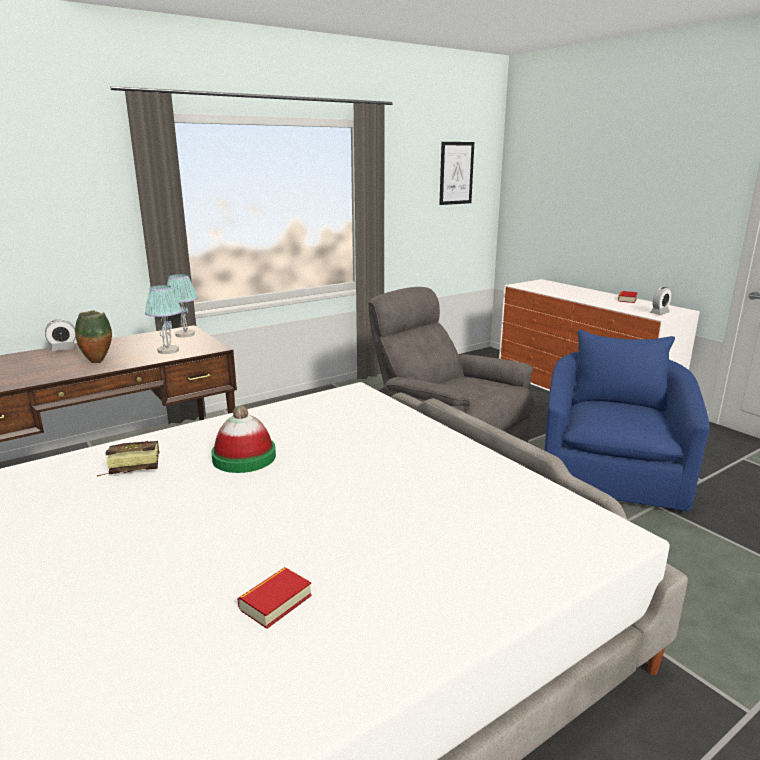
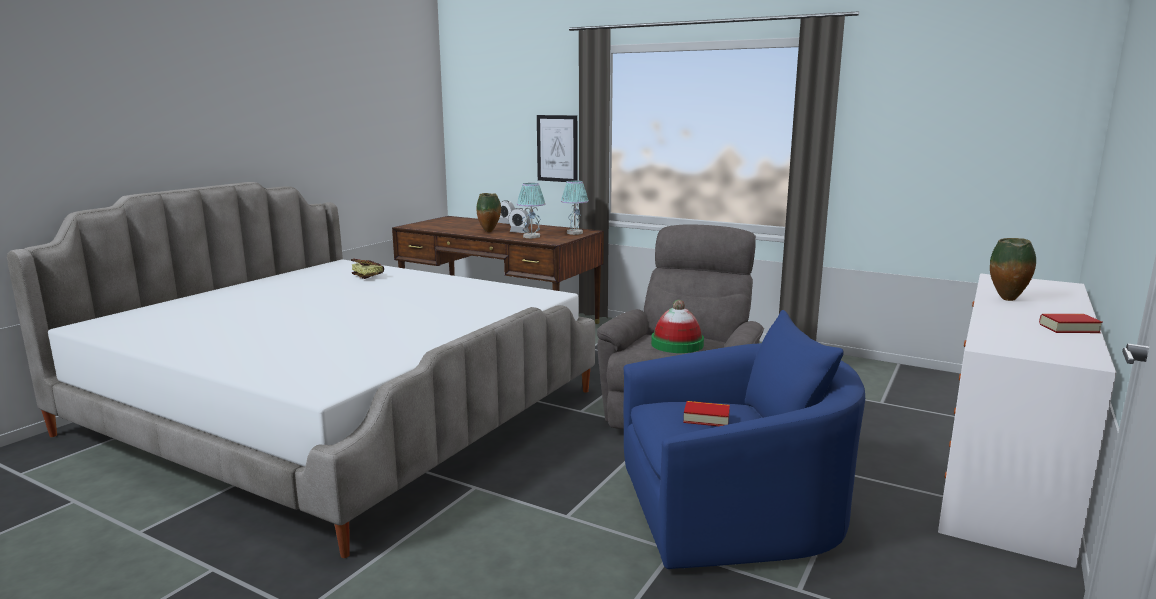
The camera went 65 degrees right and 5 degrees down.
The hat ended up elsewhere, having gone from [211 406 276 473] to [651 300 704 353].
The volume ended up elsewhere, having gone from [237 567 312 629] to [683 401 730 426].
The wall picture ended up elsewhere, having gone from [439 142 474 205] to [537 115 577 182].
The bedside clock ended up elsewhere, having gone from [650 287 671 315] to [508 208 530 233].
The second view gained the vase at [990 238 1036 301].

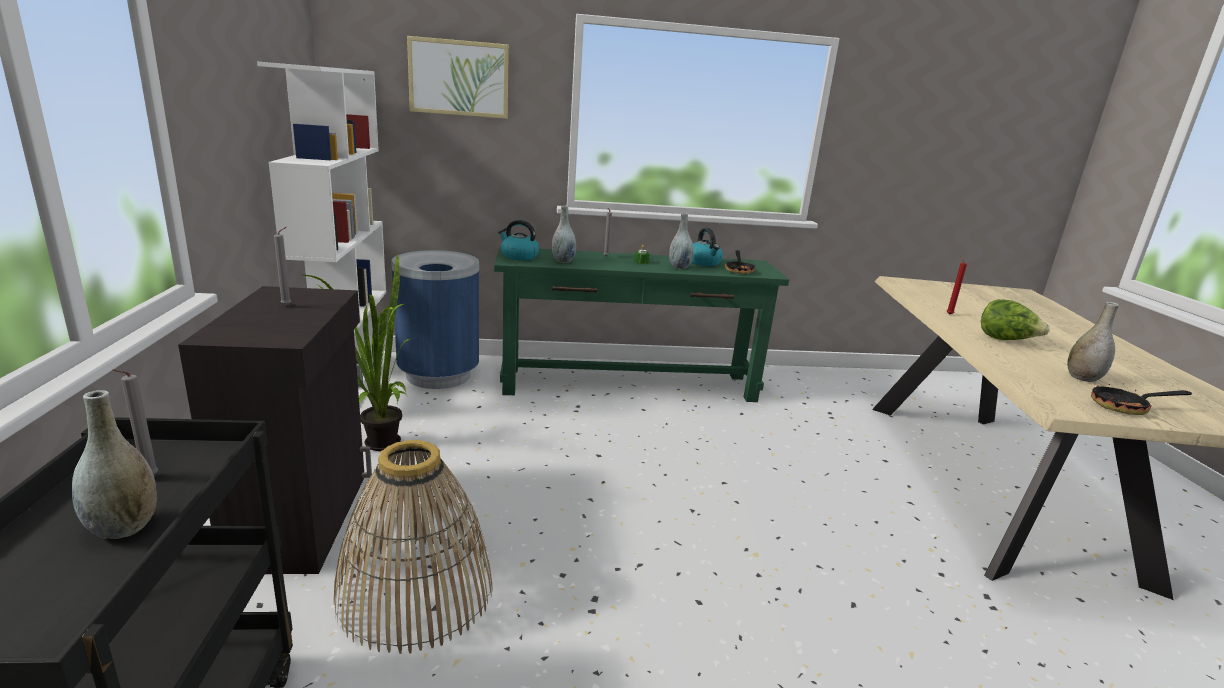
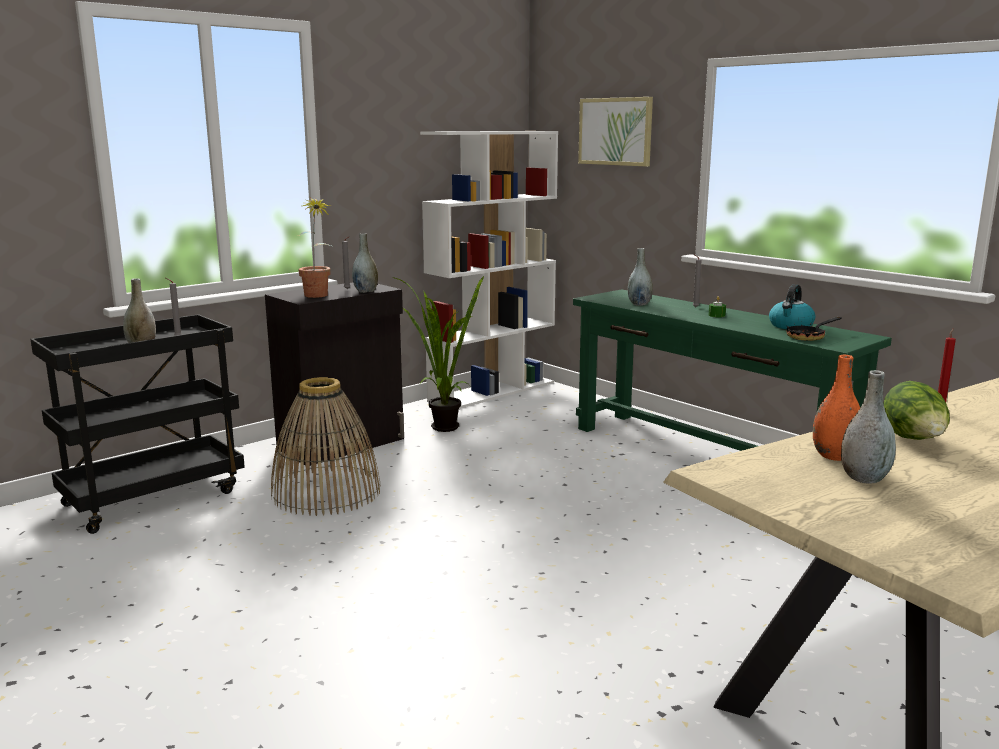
The camera went 55 degrees right and 5 degrees down.
The second view lost the trash can (blue) at [391 250 479 389].
The second view lost the tea kettle at [498 220 540 260].
The vase (gray) ended up elsewhere, having gone from [669 213 694 269] to [352 233 378 293].
The second view lost the frying pan at [1091 377 1192 415].
The second view gained the houseplant at [298 197 331 298].
The second view gained the vase (orangey) at [813 355 860 461].

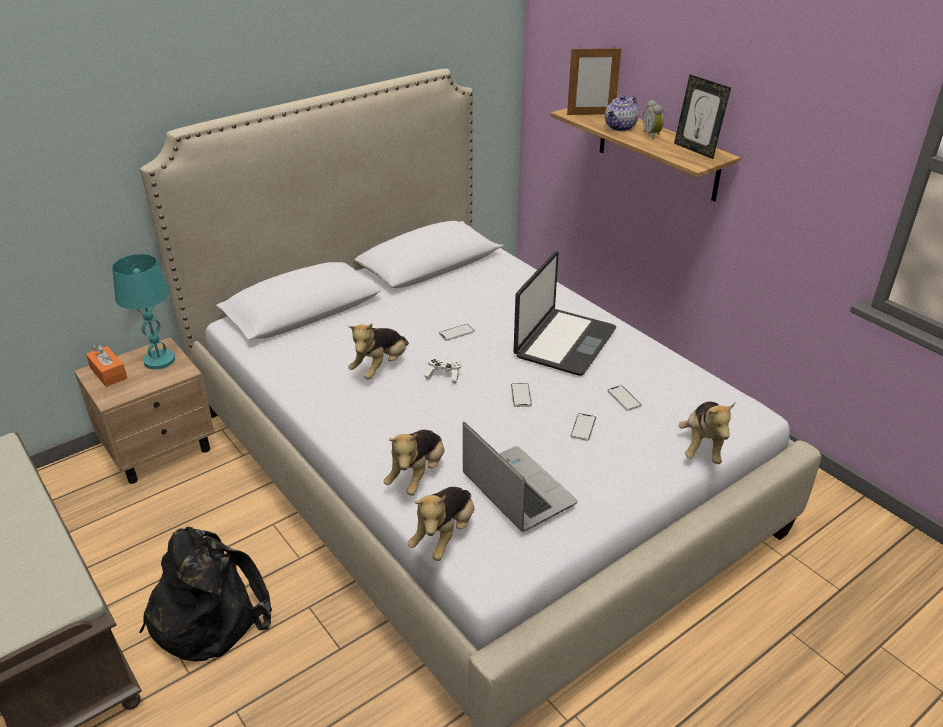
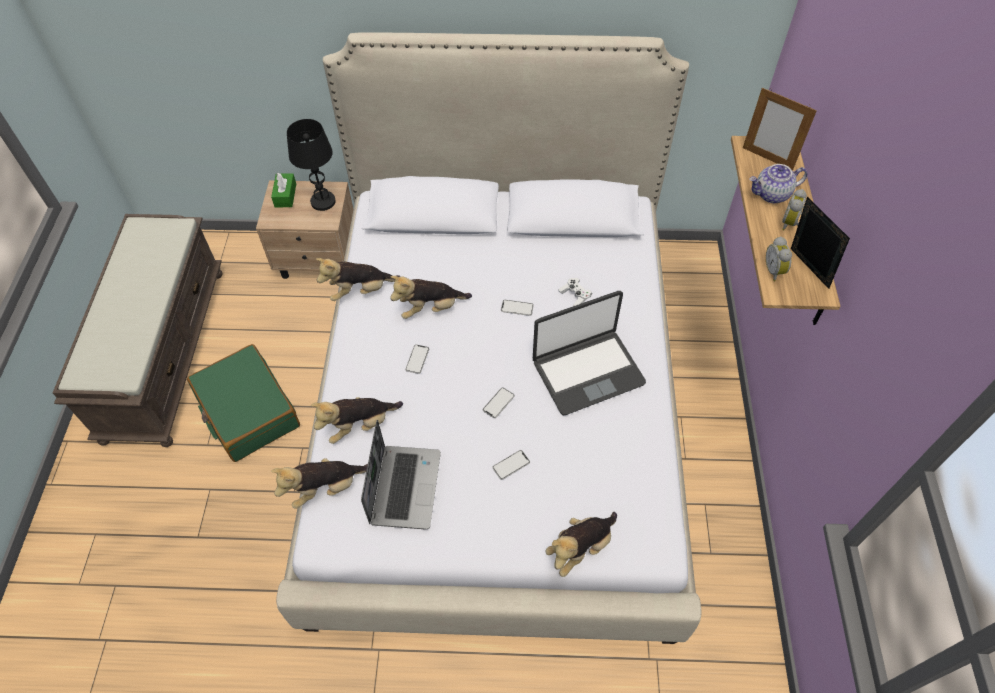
The camera went 40 degrees right and 20 degrees up.
What was the tissue holder (orangey) at [86 345 127 387] turned into the tissue holder (greenish) at [271 173 296 208].
What was the lamp for a table (turquoise-coloured) at [112 254 175 369] turned into the lamp for a table (blackish) at [287 119 336 211].
Where the backpack (blackish) stood at [139 527 272 662], the suitcase (greenish) came to stand at [187 344 300 462].
The gamepad (white) ended up elsewhere, having gone from [425 357 461 384] to [559 277 592 306].
The telephone ended up elsewhere, having gone from [607 385 642 411] to [405 345 429 374].
The standing frame at [674 75 731 159] ended up facing another way, 150 degrees clockwise from before.
The second view gained the plush toy at [316 258 401 301].
The second view gained the bedside clock at [766 236 792 281].

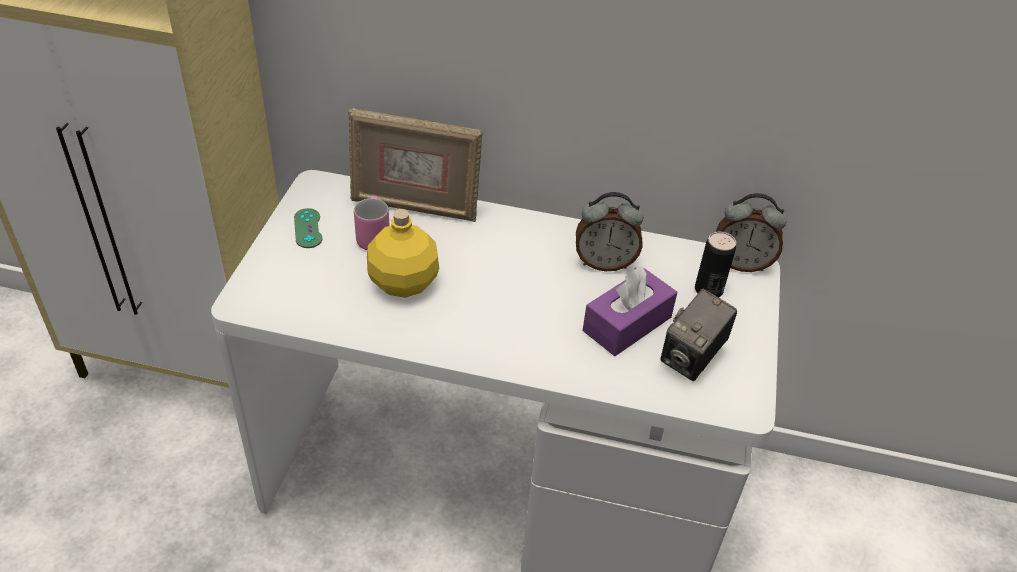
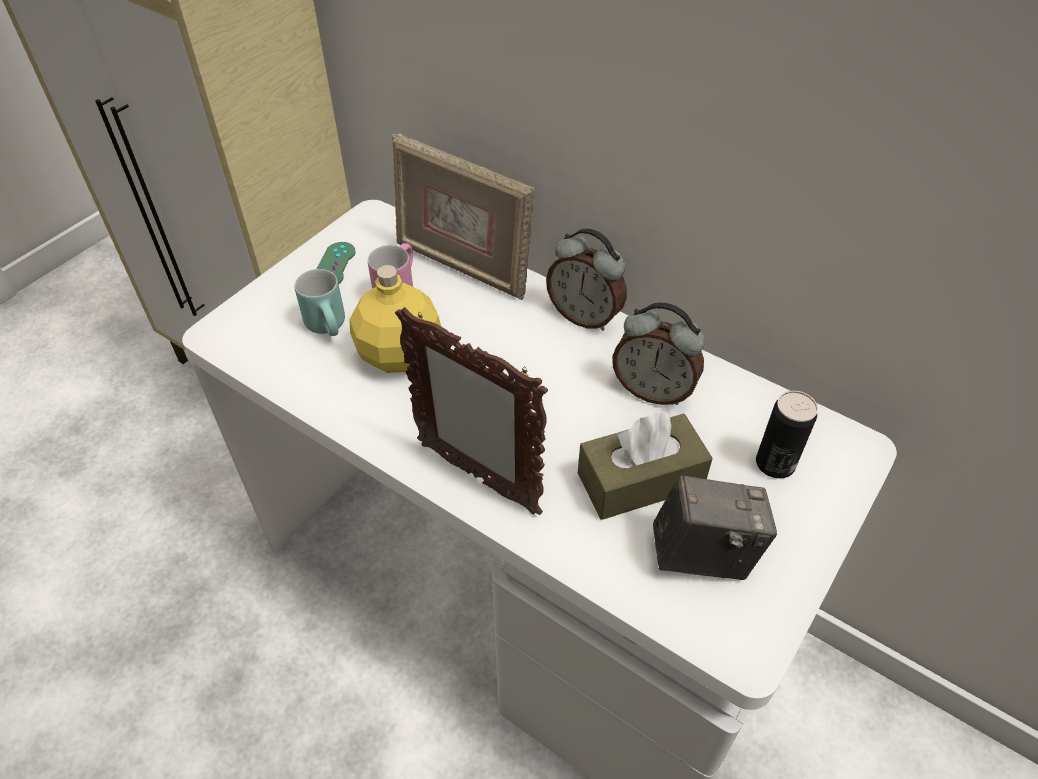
The camera went 25 degrees right and 5 degrees up.
What was the tissue holder (purplish) at [583 267 677 356] turned into the tissue holder (brown) at [578 412 713 520].
The still camera at [660 289 737 381] ended up facing another way, 150 degrees counterclockwise from before.
The bedside clock ended up elsewhere, having gone from [716 193 787 272] to [546 228 627 331].
The second view gained the coffee mug (turquoise-coloured) at [295 269 345 336].
The second view gained the standing frame at [395 307 548 515].

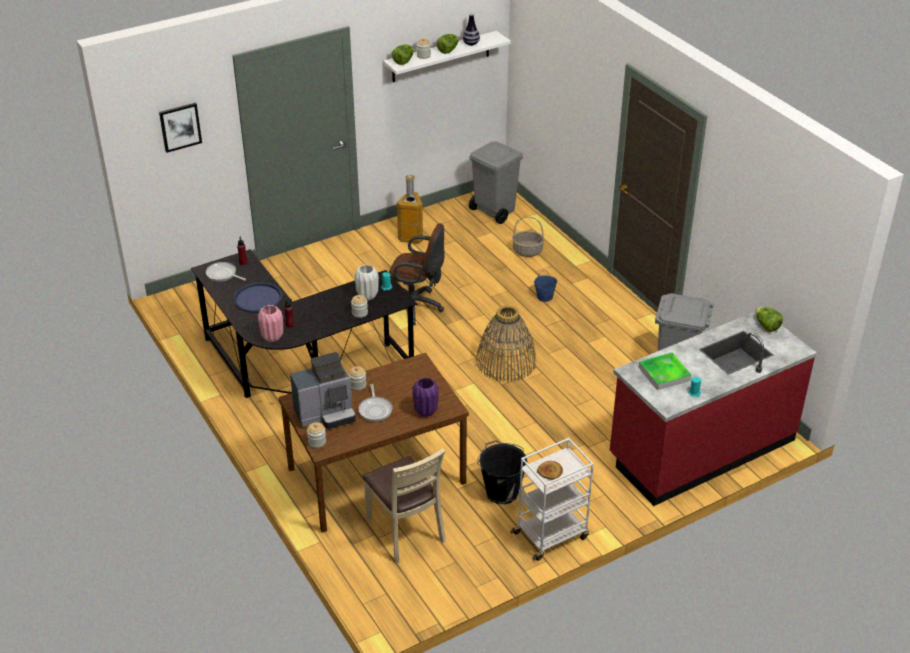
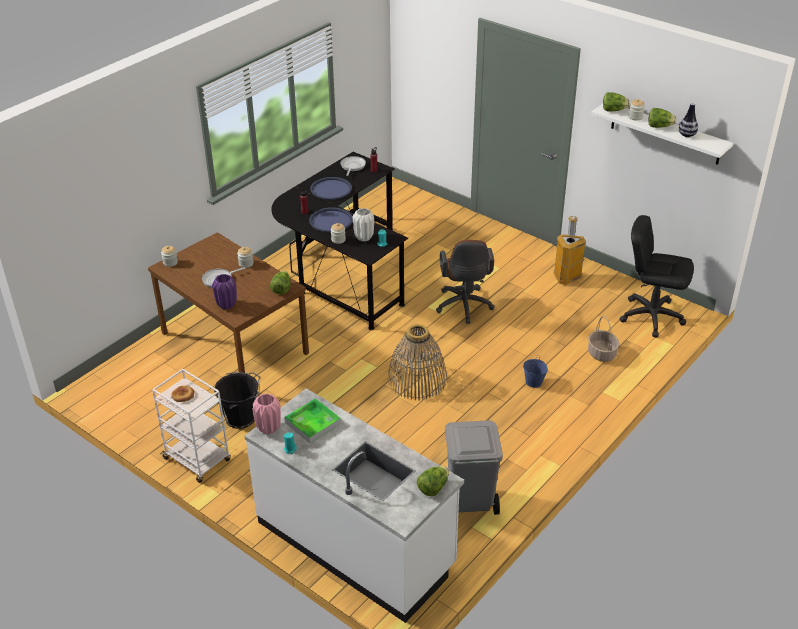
The camera went 70 degrees right and 0 degrees up.
The second view lost the wall picture at [159 103 202 153].
The vase (pinkish) ended up elsewhere, having gone from [258 305 283 342] to [252 393 281 435].
The second view lost the coffee machine at [290 352 356 429].
The second view lost the chair (beige-coloured) at [362 448 446 563].
Where the trash can (gray) stood at [469 141 523 224], the office chair (blackish) came to stand at [619 215 694 337].
What was the counter (red) at [610 312 817 506] turned into the counter (white) at [245 389 464 623].
The second view gained the lettuce head at [270 271 291 295].
The second view gained the tray (blue) at [309 207 353 233].

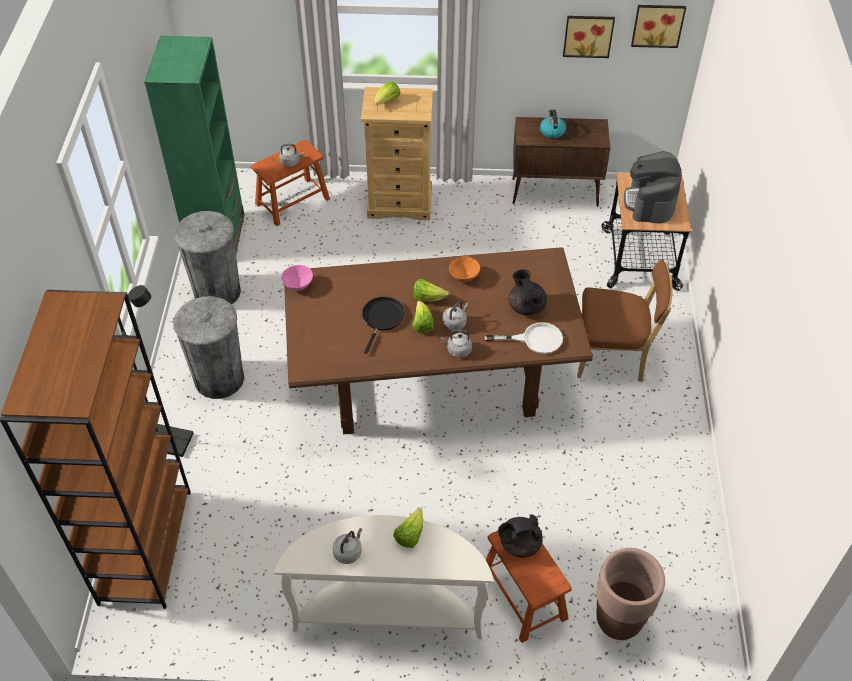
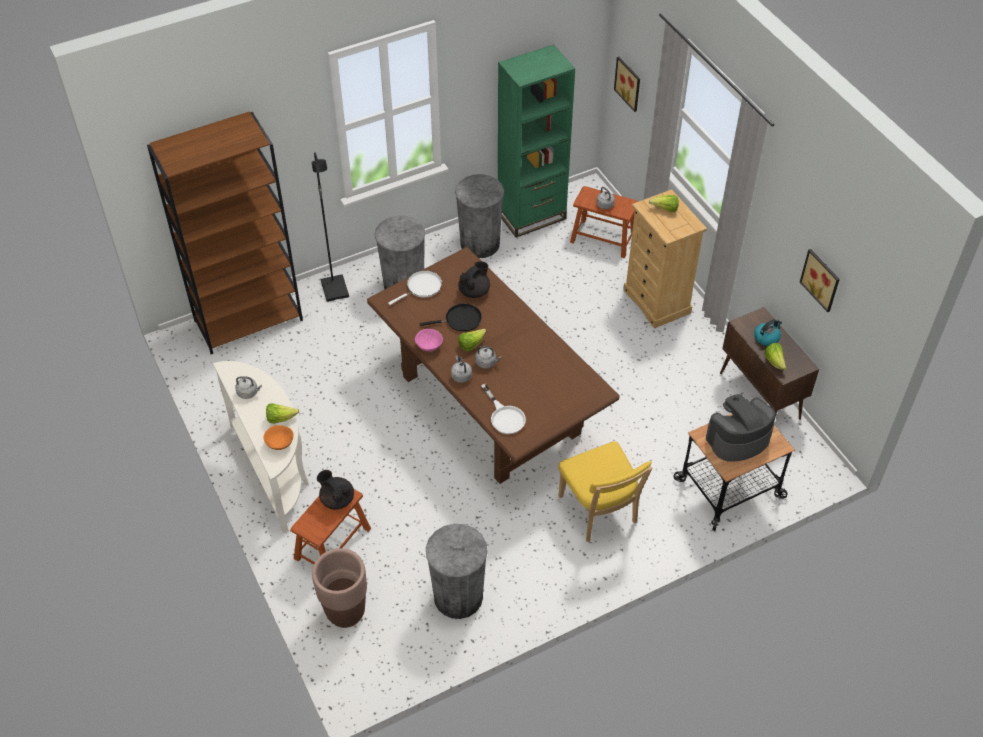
The camera went 60 degrees right and 0 degrees up.
The bowl (pinkish) ended up elsewhere, having gone from [281 265 313 291] to [415 329 443 352].
The lettuce head ended up elsewhere, having gone from [414 279 450 302] to [764 343 787 371].
The bowl (orangey) ended up elsewhere, having gone from [449 256 480 282] to [264 425 294 450].
The tea pot (blackish) ended up elsewhere, having gone from [508 269 547 315] to [458 261 490 298].
What was the chair (brown) at [577 259 673 382] turned into the chair (yellow) at [558 441 652 542].
The wall picture ended up elsewhere, having gone from [631 5 686 48] to [614 57 640 112].
The second view gained the frying pan (white) at [388 270 442 305].
The second view gained the trash can (gray) at [426 524 488 619].

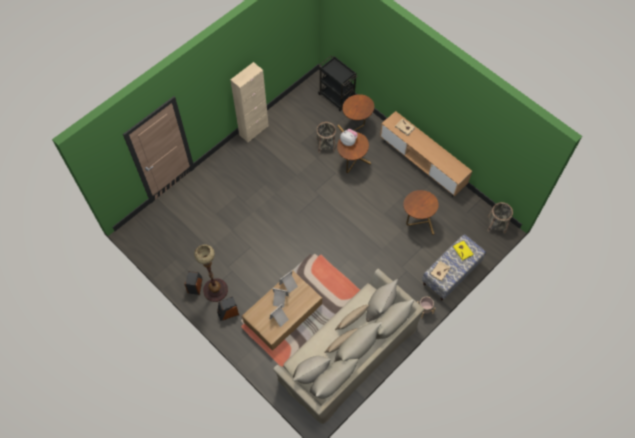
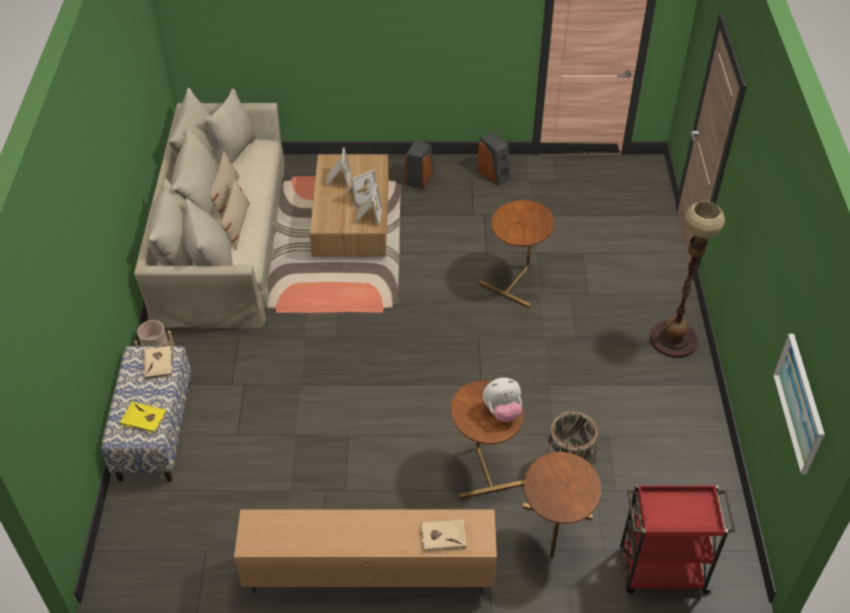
The camera went 135 degrees right and 15 degrees down.
The standing lamp ended up elsewhere, having gone from [194 244 228 302] to [650 201 725 358].
The second view lost the cupboard (beige-coloured) at [230 62 269 142].
What was the cart (blackish) at [318 56 358 111] turned into the cart (red) at [620 485 735 594].
The end table (brown) ended up elsewhere, having gone from [403 190 438 235] to [479 200 555 308].
The second view lost the basket at [487 202 513 234].
The second view gained the wall picture at [773 334 825 474].

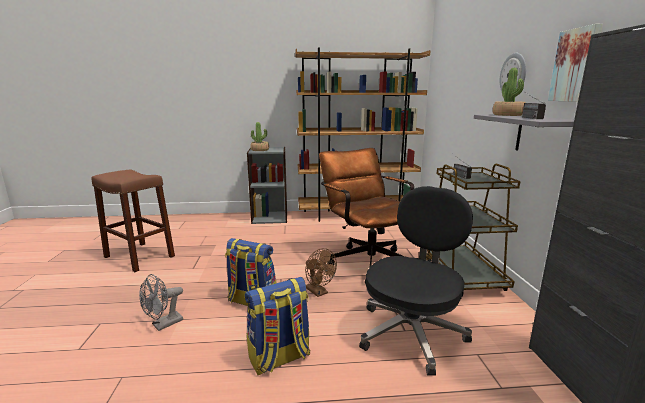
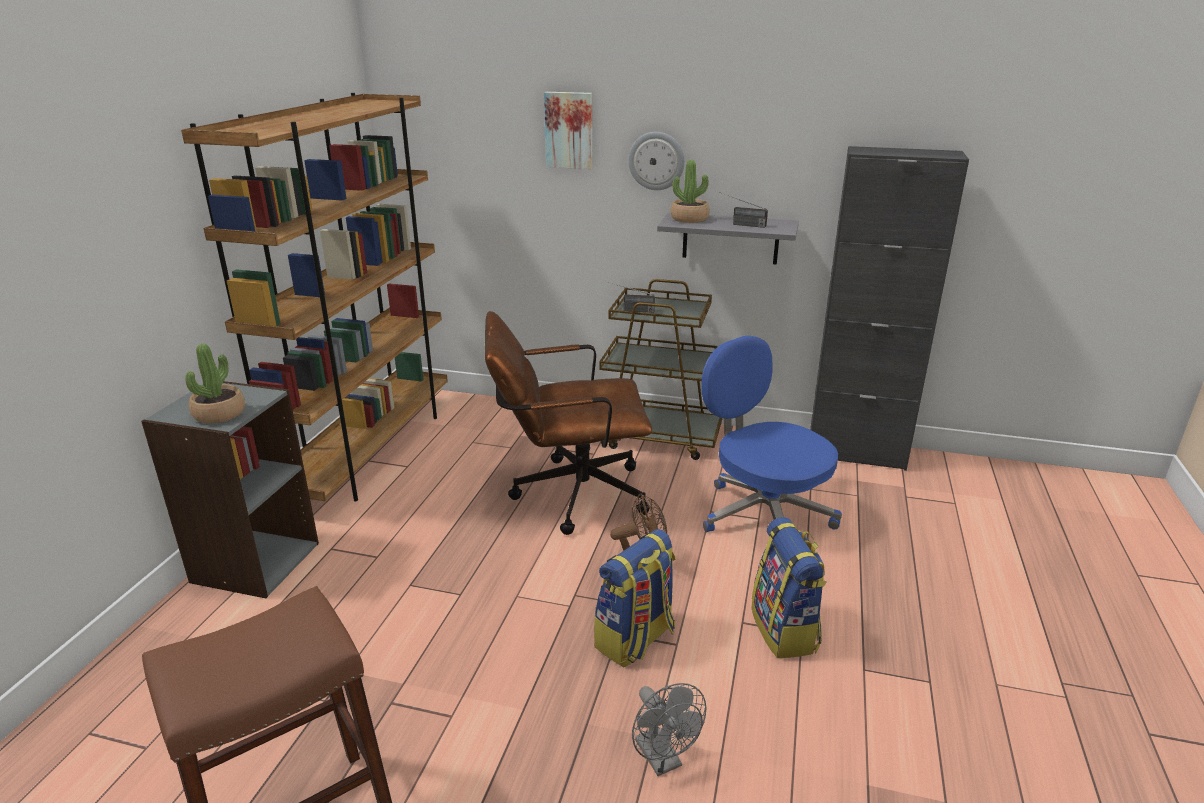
The camera went 70 degrees left and 10 degrees up.
What was the office chair (blackish) at [359 186 473 376] turned into the office chair (blue) at [702 335 842 532].
The wall picture ended up elsewhere, having gone from [548 24 603 102] to [544 92 593 169].

